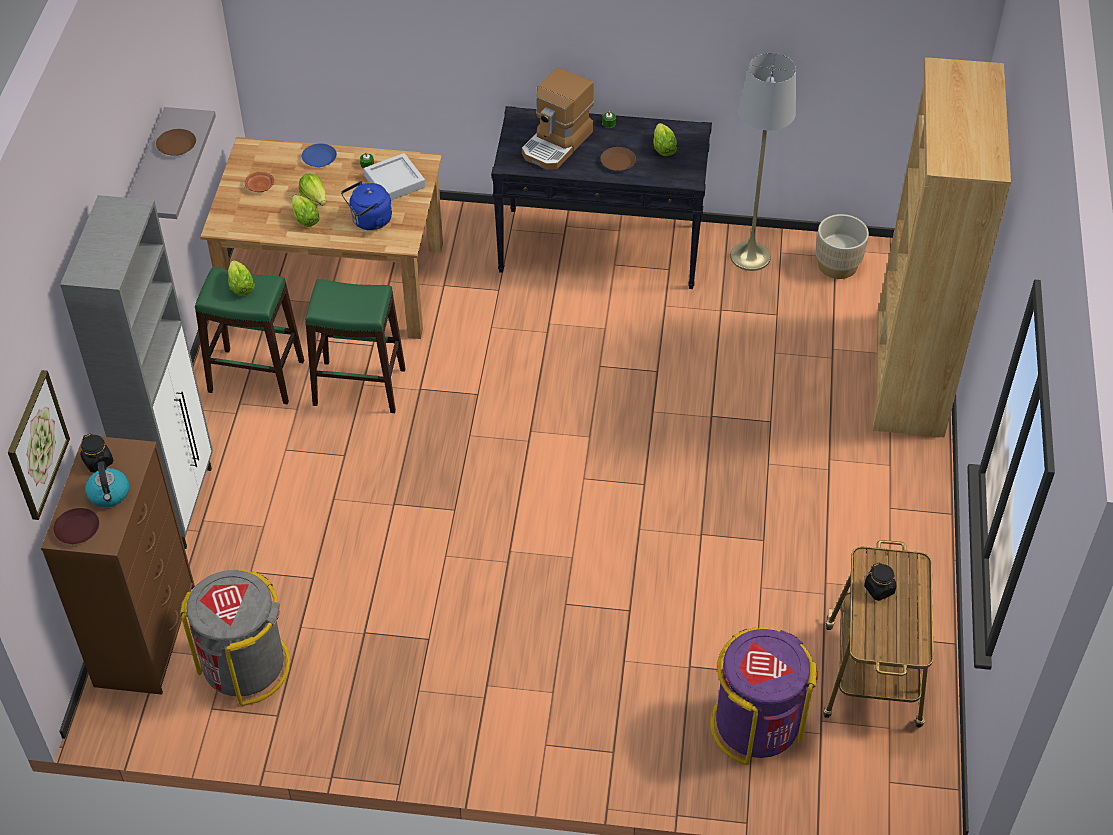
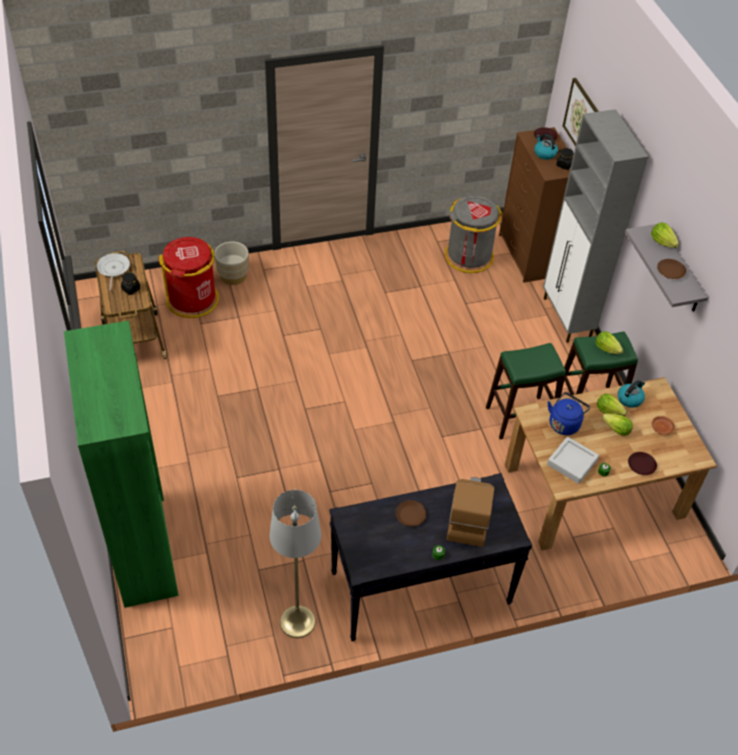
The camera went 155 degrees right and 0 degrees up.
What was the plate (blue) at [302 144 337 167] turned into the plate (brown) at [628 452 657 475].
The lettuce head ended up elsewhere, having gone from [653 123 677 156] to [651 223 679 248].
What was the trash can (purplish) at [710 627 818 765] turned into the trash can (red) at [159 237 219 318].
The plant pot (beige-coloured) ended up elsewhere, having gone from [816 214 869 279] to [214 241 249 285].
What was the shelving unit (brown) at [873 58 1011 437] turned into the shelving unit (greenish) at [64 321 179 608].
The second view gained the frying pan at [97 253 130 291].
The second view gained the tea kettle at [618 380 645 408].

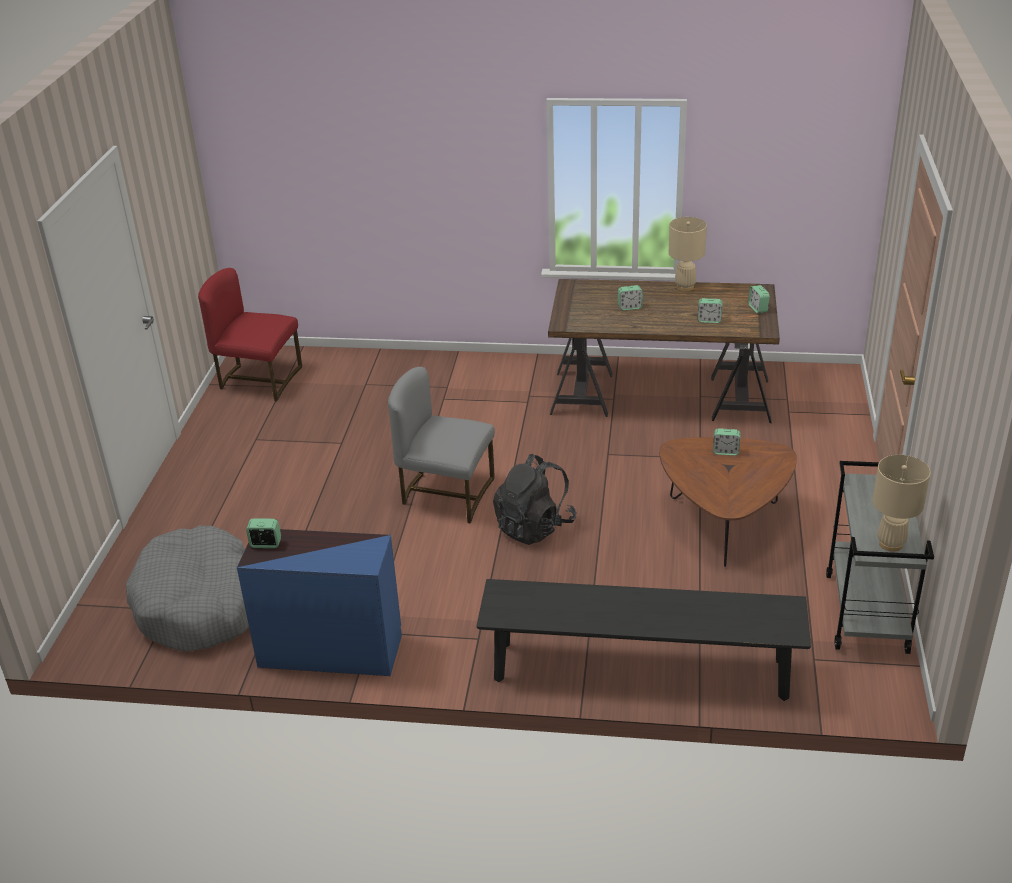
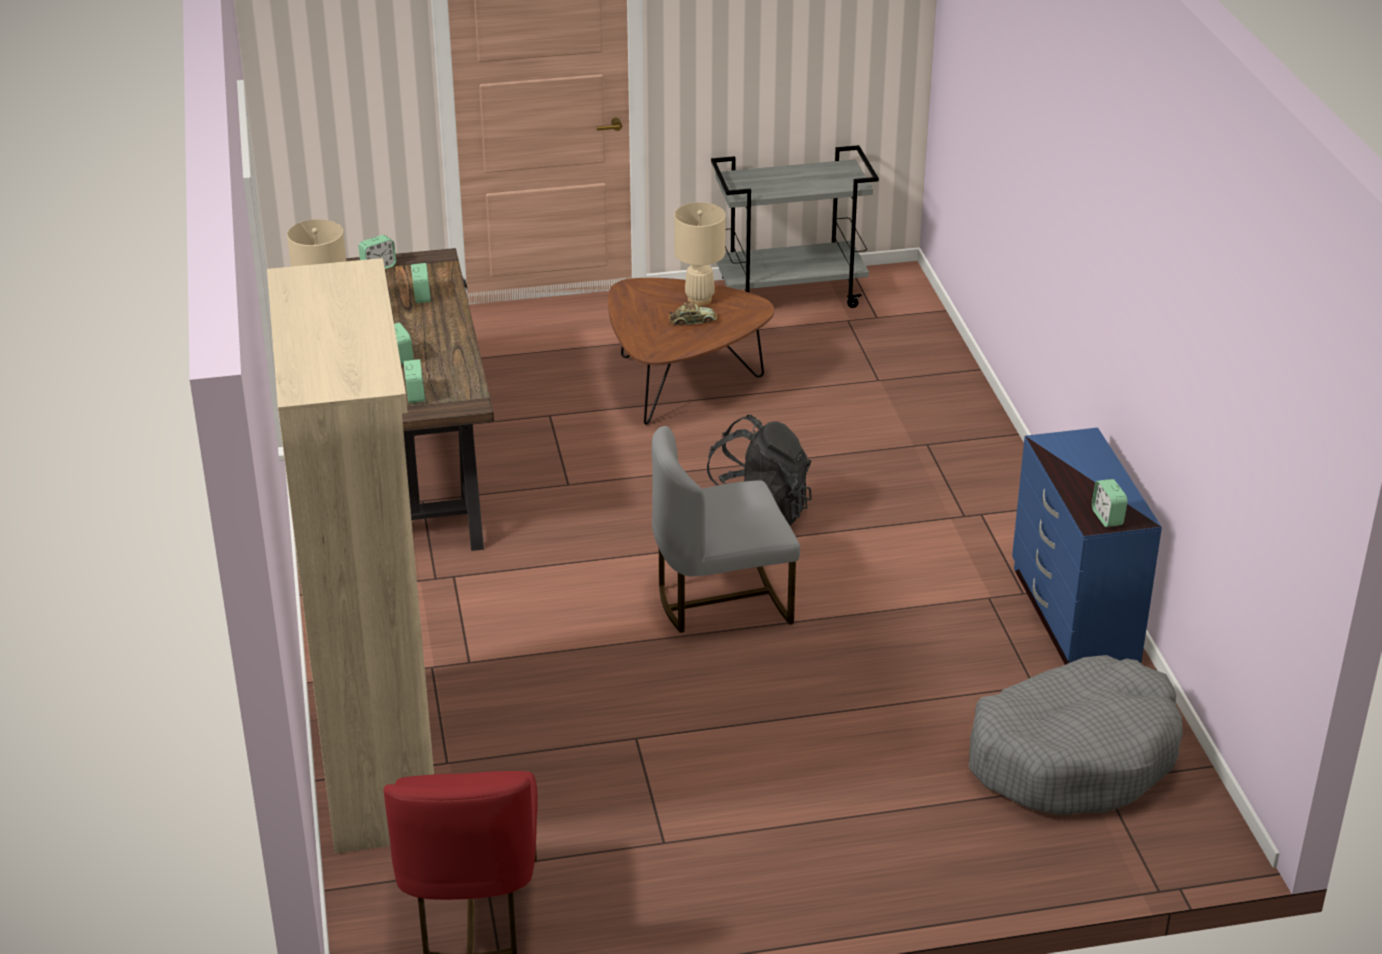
The camera went 110 degrees left and 0 degrees up.
The chair (gray) at [388 367 495 524] ended up facing another way, 75 degrees clockwise from before.
The second view lost the long seat (blackish) at [476 579 811 701].
The bedside clock ended up elsewhere, having gone from [713 428 740 456] to [404 359 425 403].
The lamp for a table (beige-coloured) ended up elsewhere, having gone from [873 455 931 552] to [674 203 726 306].
The second view gained the shelving unit (beige-coloured) at [267 258 434 854].
The second view gained the model car at [669 301 717 326].

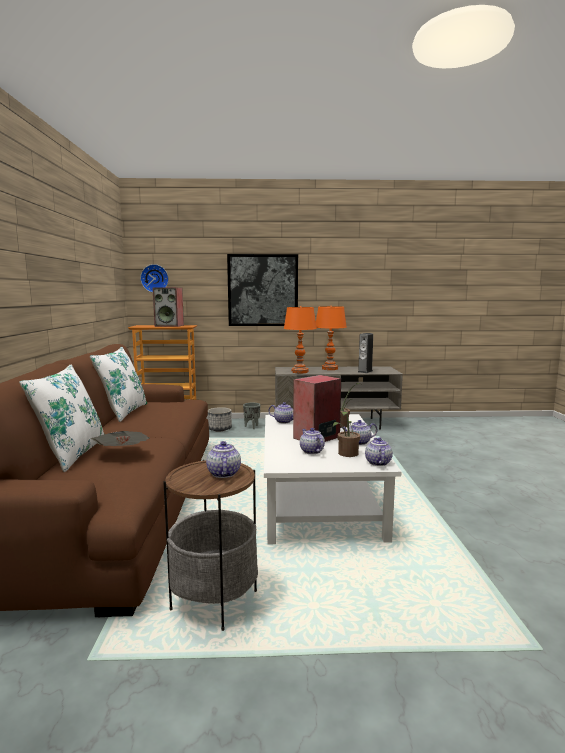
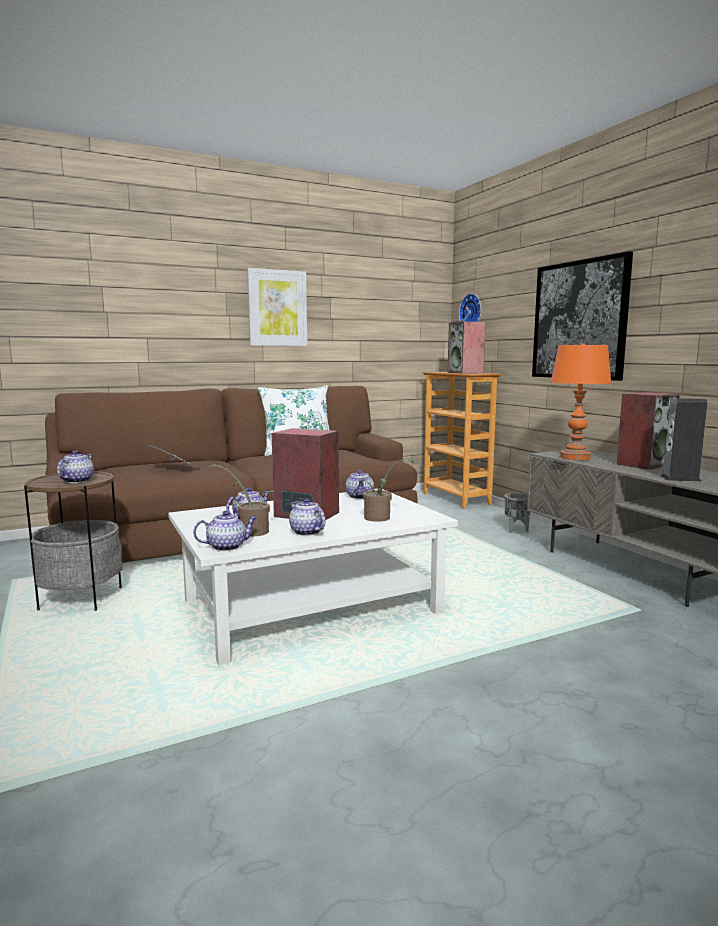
The camera went 65 degrees right and 0 degrees up.
The second view lost the throw pillow (white) at [19 365 104 472].
The tea pot at [206 441 241 478] ended up facing another way, 45 degrees counterclockwise from before.
The second view lost the plant pot at [207 407 232 432].
Where the lamp for a table (orangey) stood at [316 306 347 370], the speaker came to stand at [617 392 680 470].
The second view gained the wall picture at [247 268 307 346].

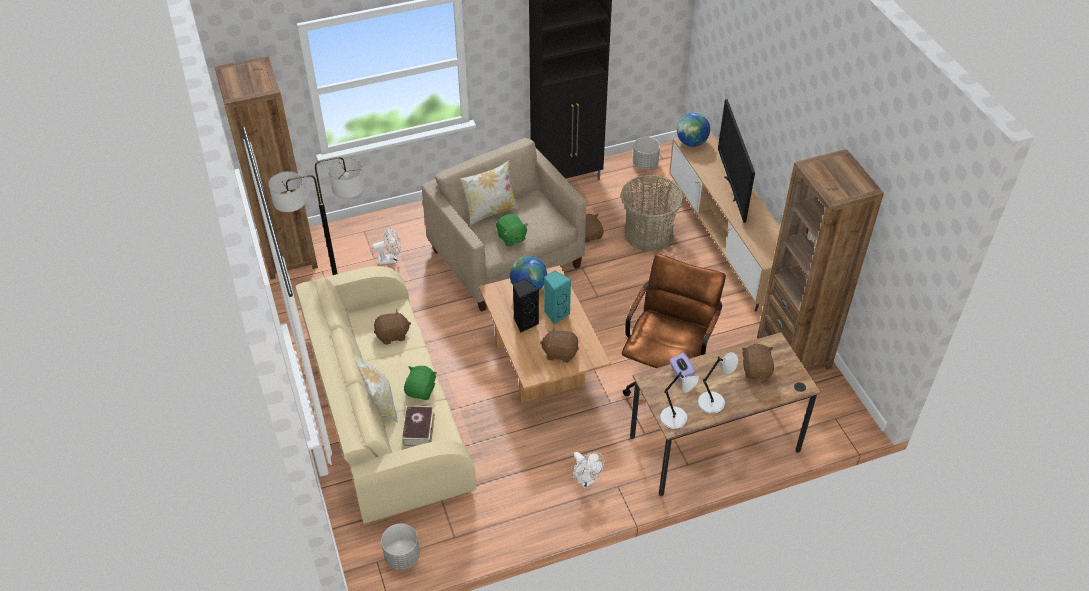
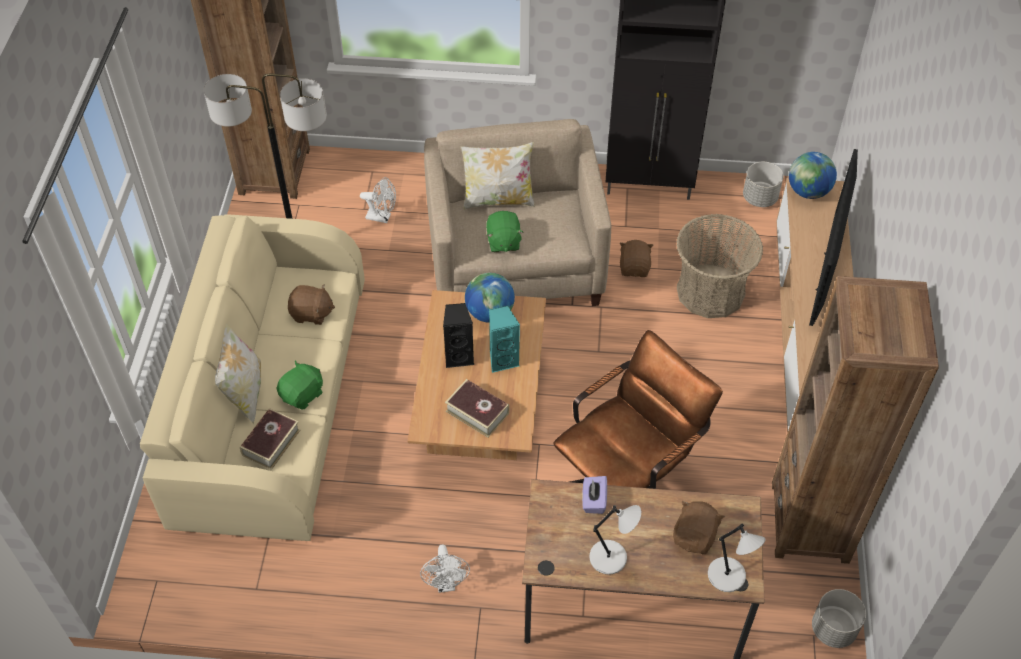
The camera went 25 degrees right and 5 degrees up.
The plant pot (gray) ended up elsewhere, having gone from [381 524 420 570] to [812 589 866 648].
Where the plush toy (brown) stood at [540 327 579 363], the volume came to stand at [445 379 510 438].
The lamp for a table (gray) ended up elsewhere, having gone from [660 371 699 429] to [708 524 766 592].

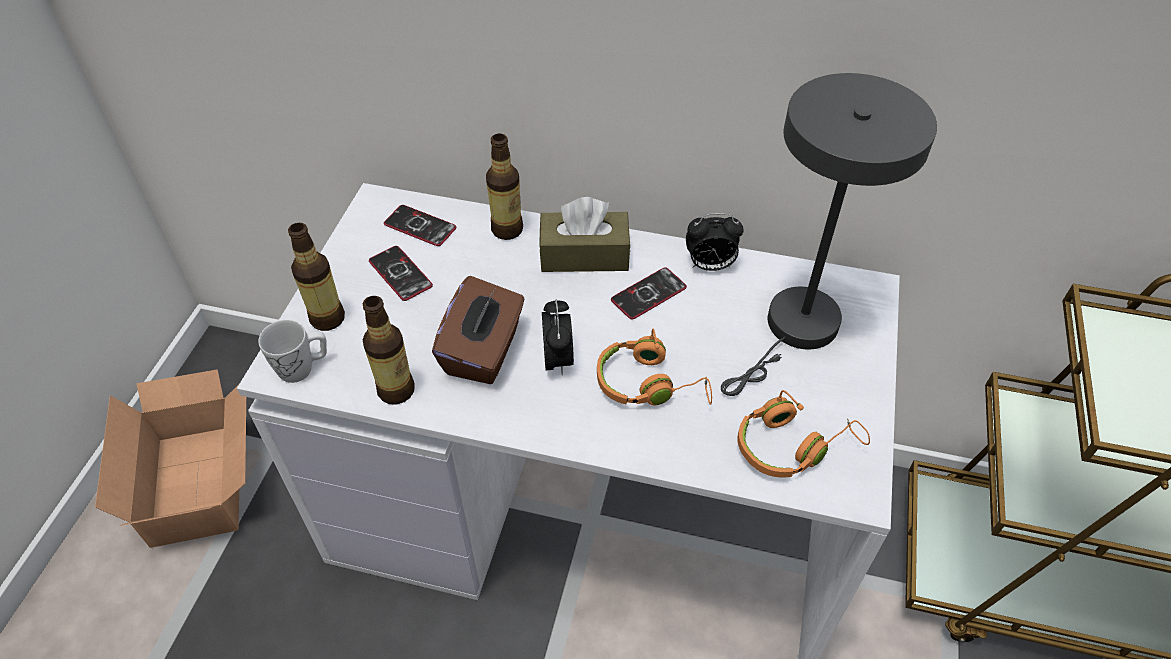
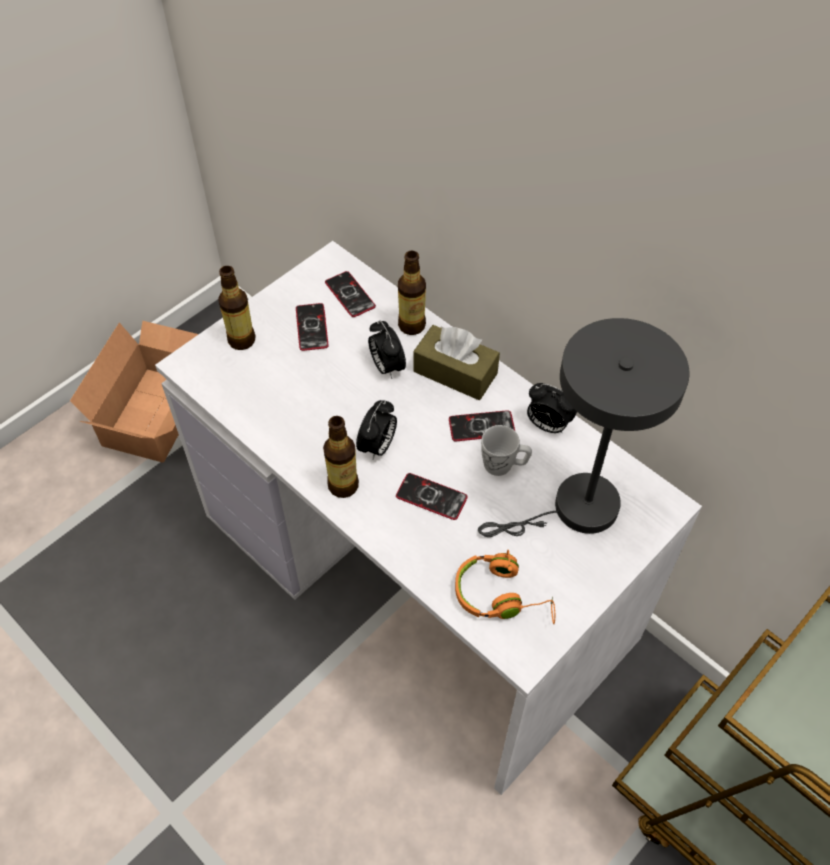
The camera went 30 degrees right and 5 degrees up.
The coffee mug (white) ended up elsewhere, having gone from [258 320 327 383] to [481 425 532 476].
The beverage bottle ended up elsewhere, having gone from [362 296 415 404] to [323 416 359 498].
The second view lost the tissue holder (brown) at [432 276 524 384].
Where the headphones (orangey) stood at [597 329 712 406], the telephone came to stand at [396 473 468 520].
The second view gained the bedside clock at [368 321 406 379].

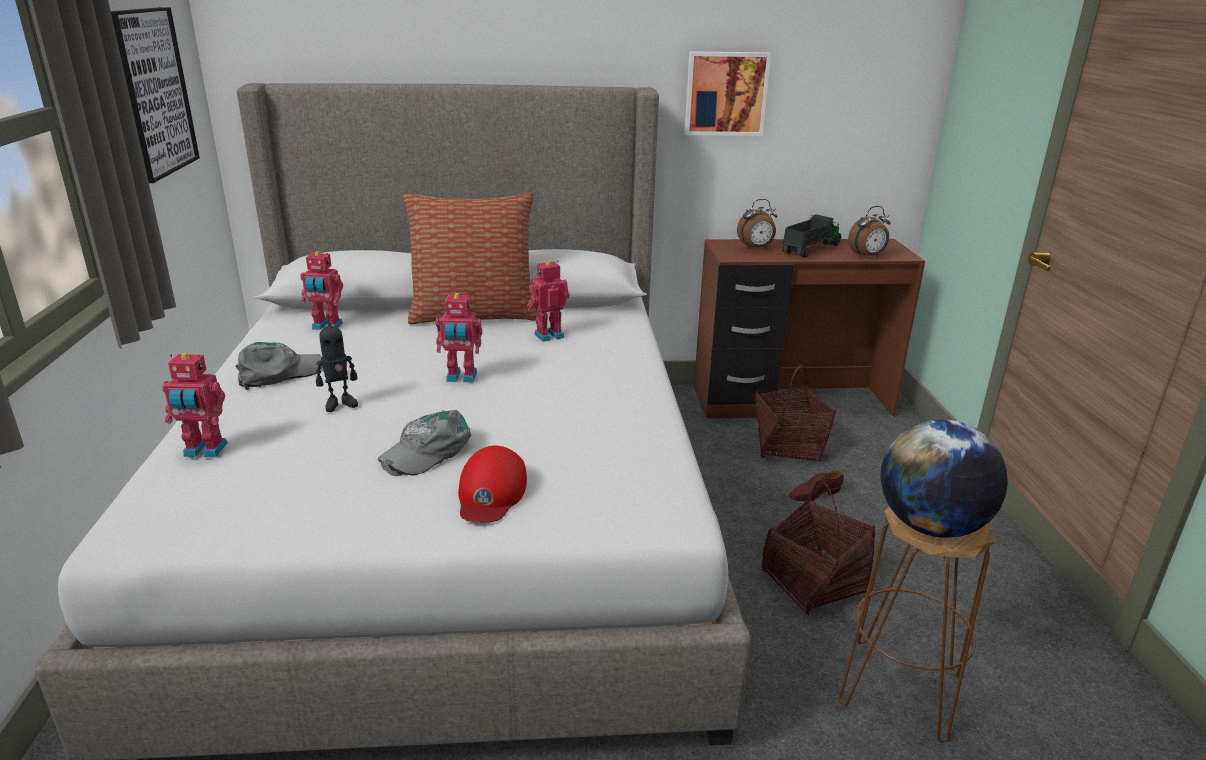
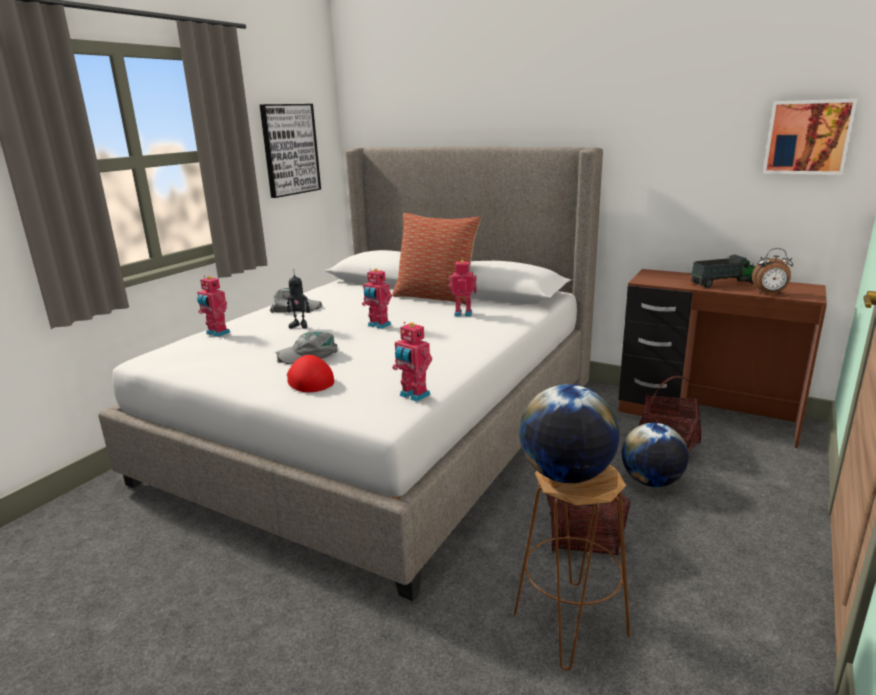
The camera went 35 degrees right and 5 degrees down.
The model robot ended up elsewhere, having gone from [300 251 343 330] to [393 322 432 402].
The baseball cap (red) at [458 446 527 523] ended up facing another way, 105 degrees clockwise from before.
The wall picture ended up elsewhere, having gone from [684 51 771 136] to [763 99 857 175].
The second view lost the bedside clock at [737 199 777 250].
Where the low shoe (brown) stood at [789 471 844 502], the desk globe came to stand at [622 423 689 487].

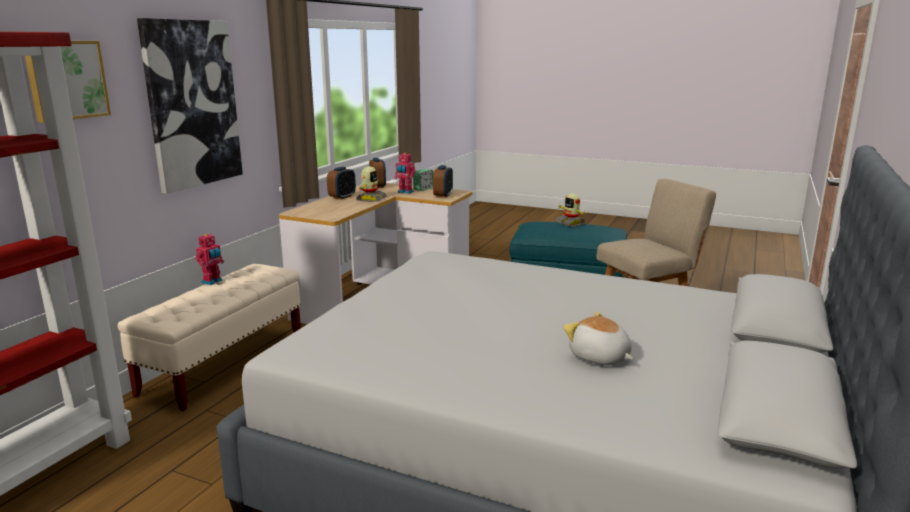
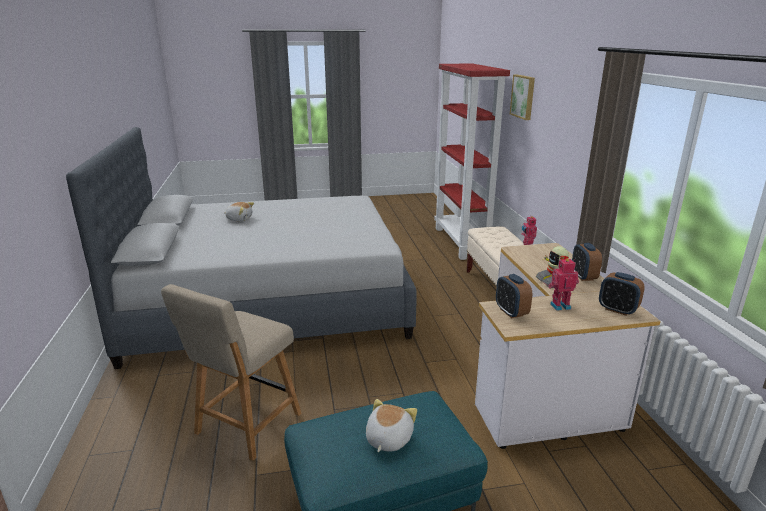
The camera went 145 degrees right and 5 degrees up.
The second view lost the wall picture at [137 18 243 194].
The second view lost the bedside clock at [413 169 434 191].
Where the model robot stood at [555 193 586 227], the plush toy came to stand at [366 399 417 452].

